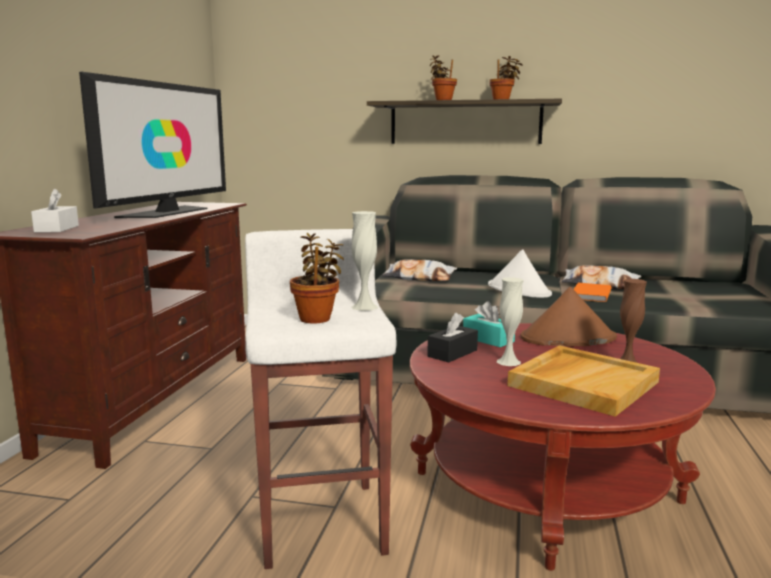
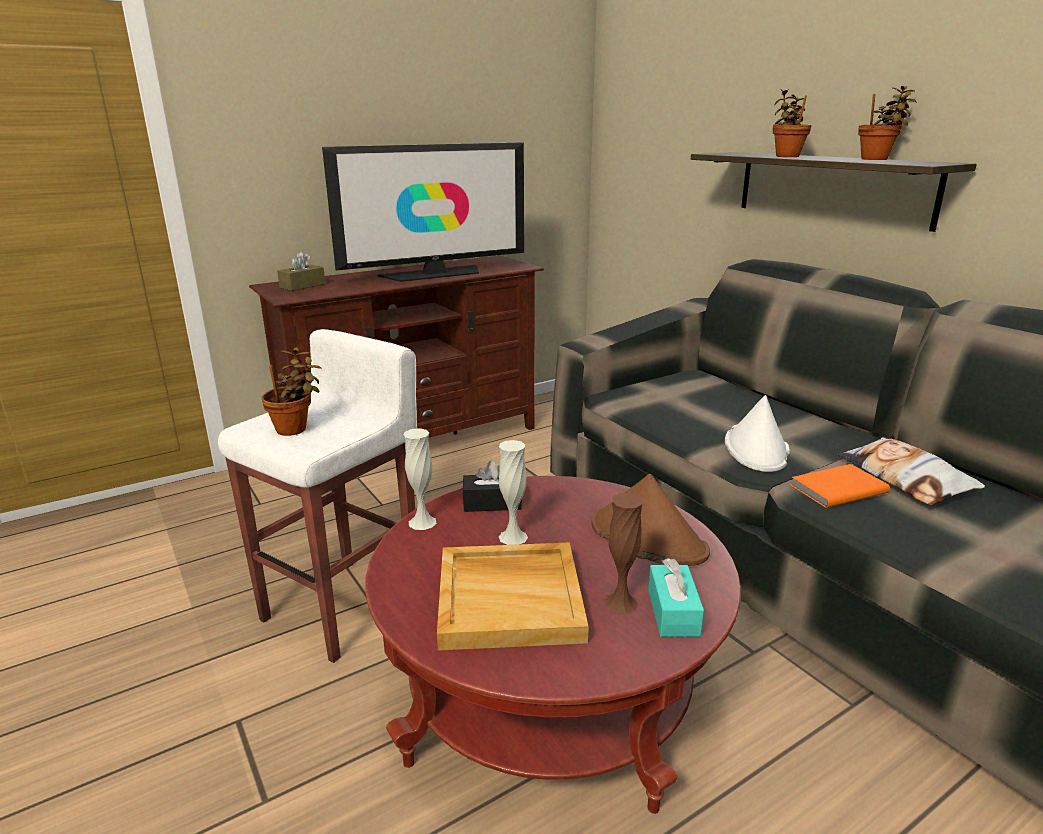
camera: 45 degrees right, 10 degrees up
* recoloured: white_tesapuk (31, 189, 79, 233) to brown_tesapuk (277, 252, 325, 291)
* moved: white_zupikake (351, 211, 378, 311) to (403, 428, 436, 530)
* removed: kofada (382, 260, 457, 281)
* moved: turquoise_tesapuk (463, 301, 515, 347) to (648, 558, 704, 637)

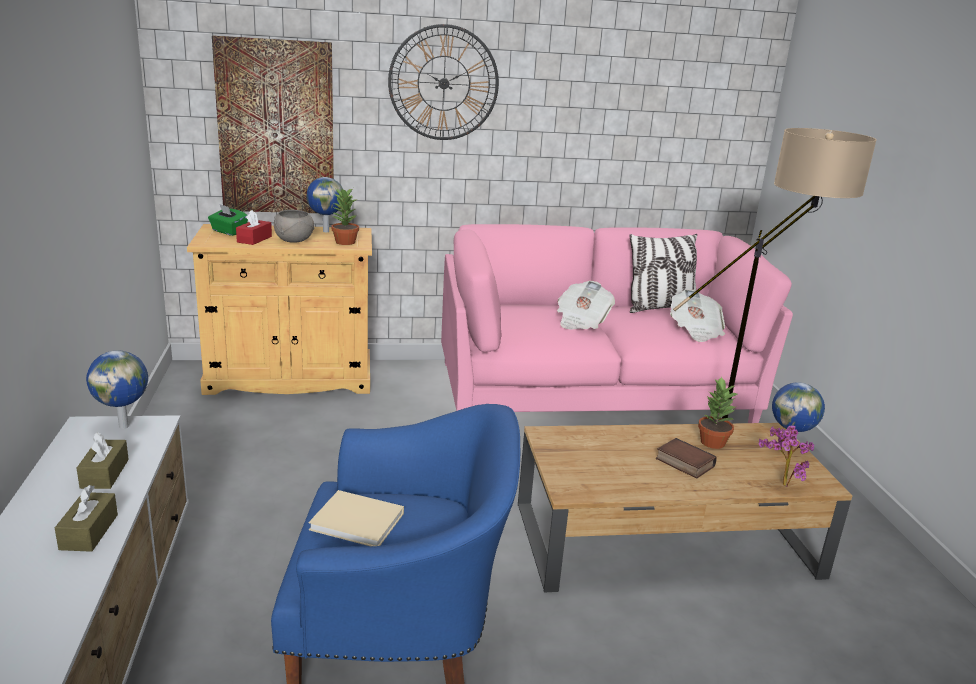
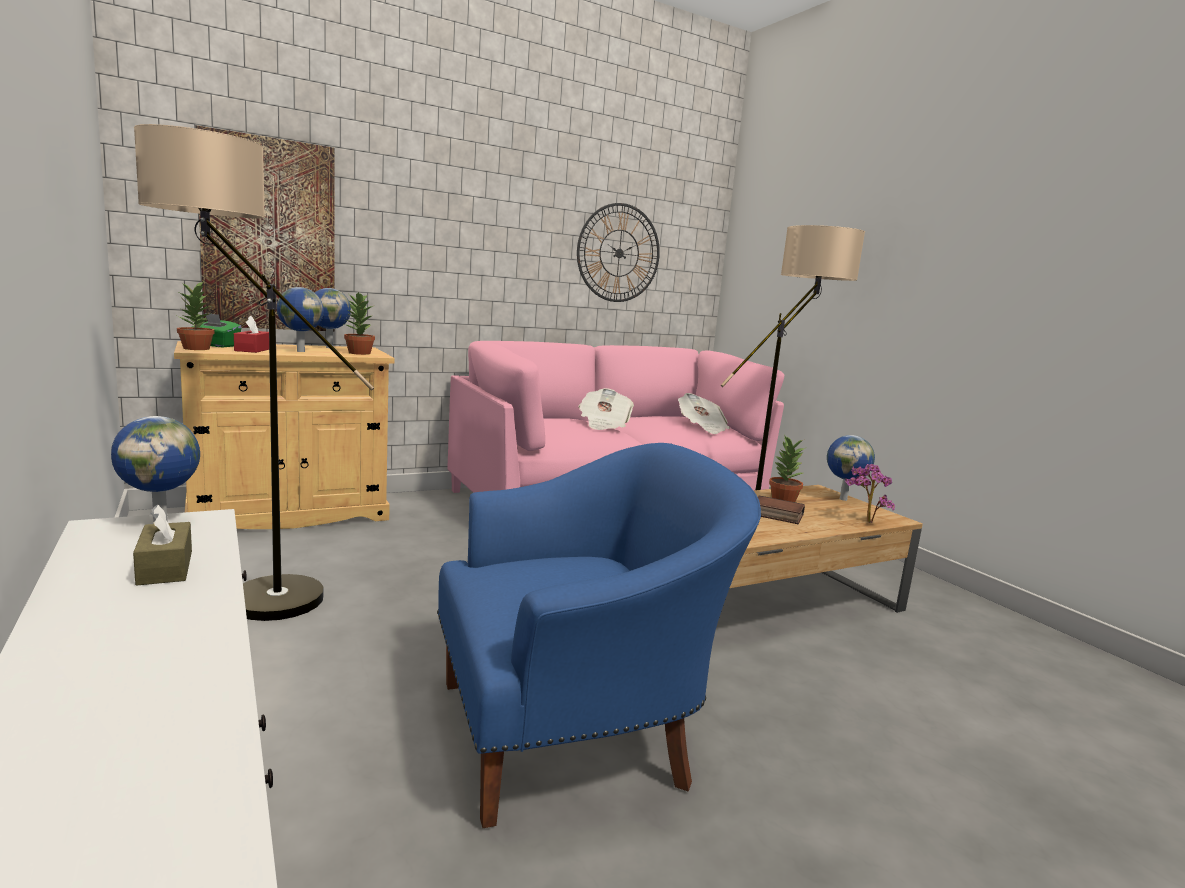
camera: 20 degrees left, 10 degrees down
* moved: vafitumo (388, 24, 499, 140) to (577, 203, 660, 302)
* replaced: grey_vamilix (274, 210, 314, 243) to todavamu (277, 287, 324, 352)
* removed: kofada (629, 234, 697, 313)
* removed: brown_tesapuk (55, 485, 118, 552)
* removed: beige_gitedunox (309, 490, 404, 546)
* added: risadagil (134, 124, 374, 621)
* added: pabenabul (177, 281, 214, 350)

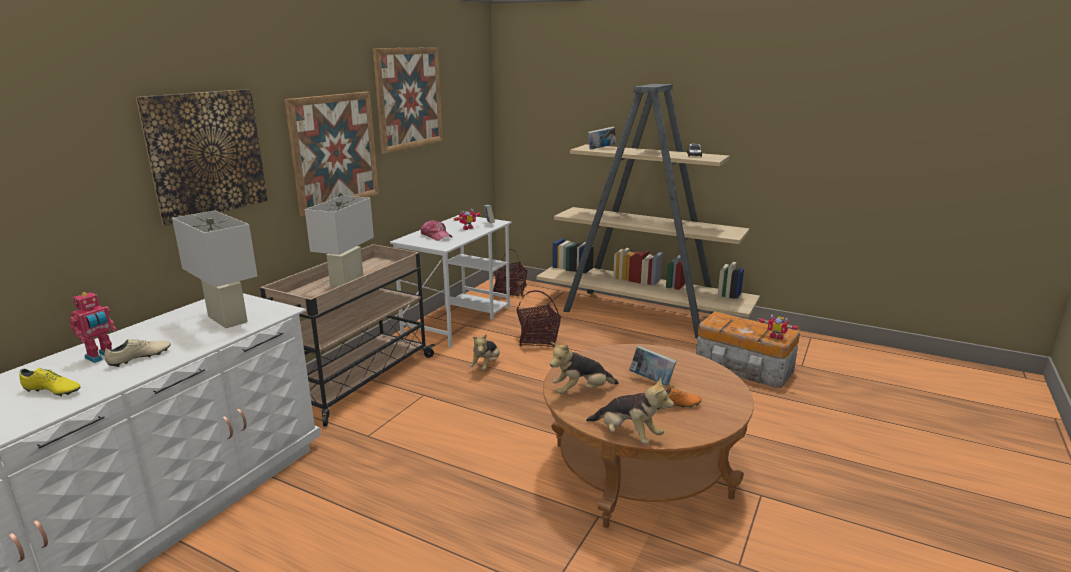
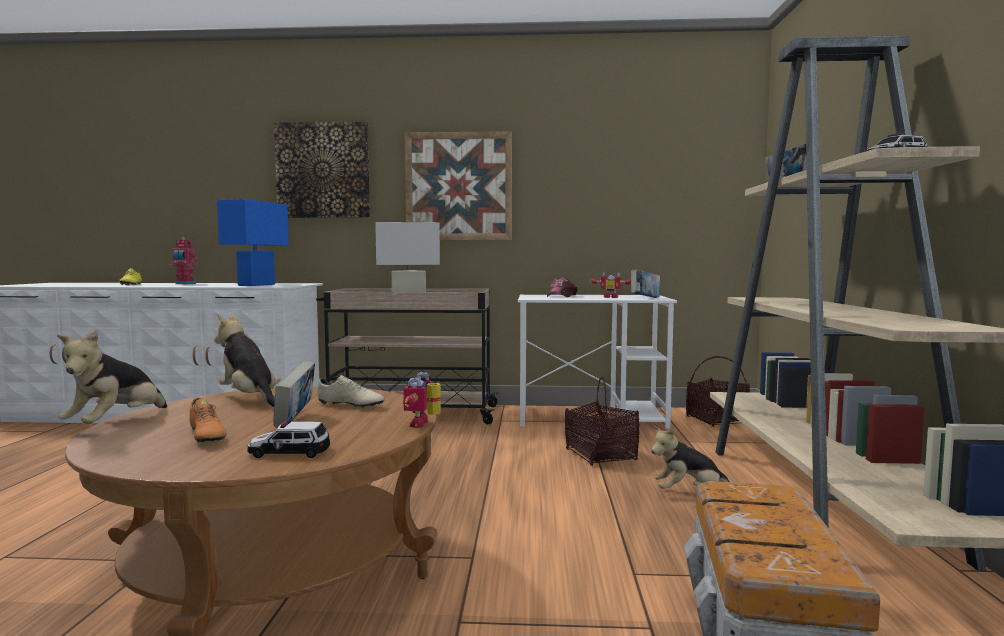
camera: 65 degrees right, 15 degrees down
* removed: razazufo (372, 47, 443, 154)
* recoloured: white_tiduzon (172, 210, 257, 328) to blue_tiduzon (217, 199, 289, 286)
* moved: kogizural (757, 314, 801, 340) to (403, 372, 441, 428)
* moved: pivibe (469, 334, 500, 371) to (651, 426, 730, 489)
* moved: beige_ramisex (104, 339, 171, 367) to (317, 375, 384, 409)
* added: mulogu (247, 419, 330, 458)

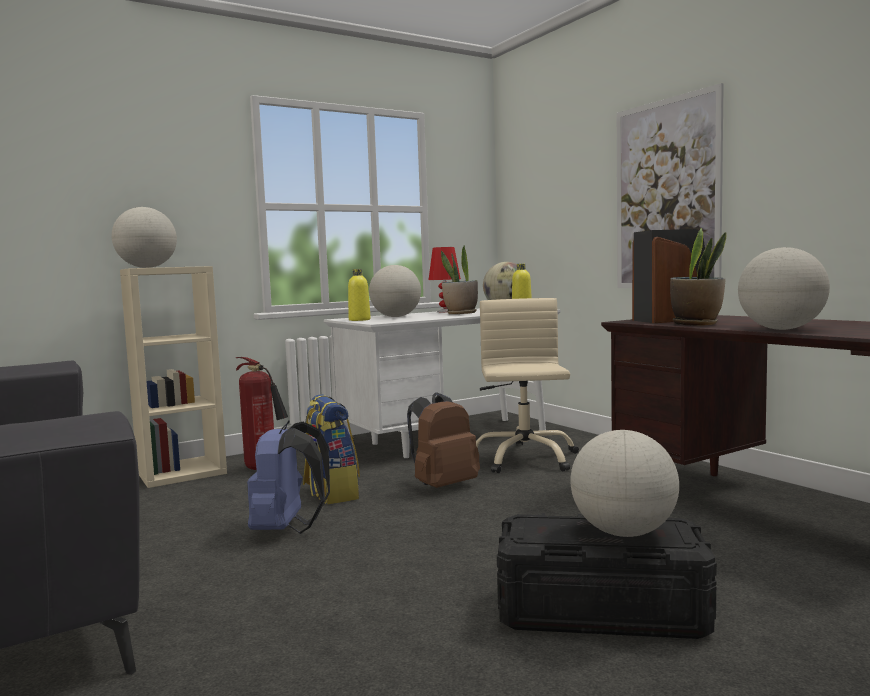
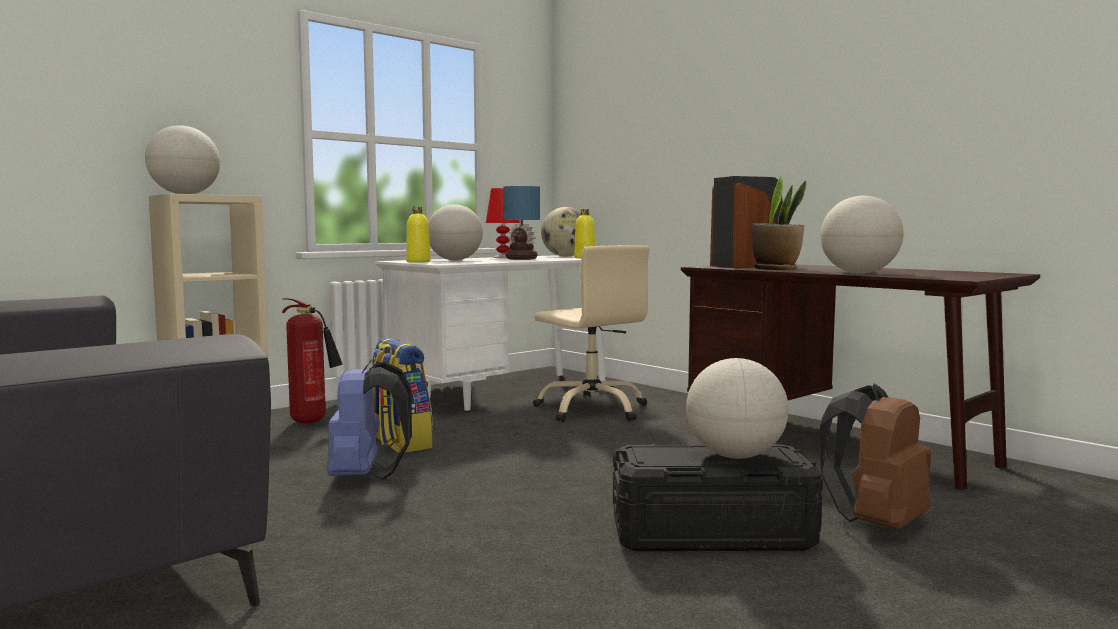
camera: 10 degrees left, 0 degrees up
* removed: razazufo (617, 83, 724, 288)
* replaced: pabenabul (441, 245, 478, 314) to tiduzon (503, 186, 540, 260)
* turned: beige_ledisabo (476, 298, 579, 473) = (533, 245, 650, 422) 150 degrees clockwise
* moved: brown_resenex (407, 392, 480, 488) to (820, 384, 931, 530)

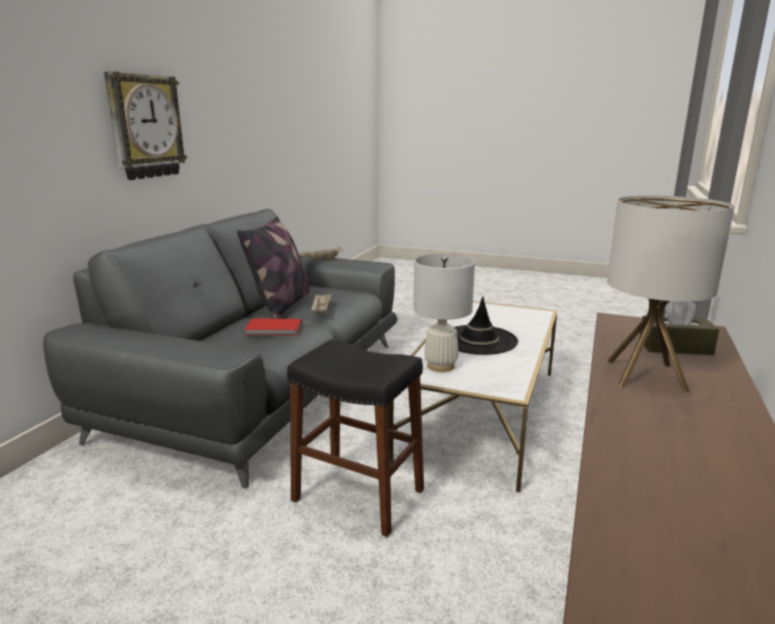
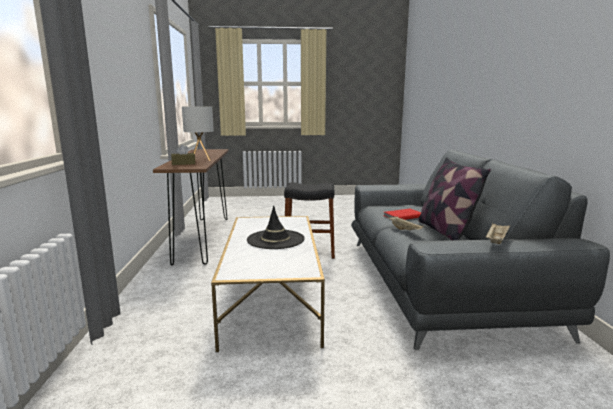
camera: 155 degrees right, 5 degrees down
* removed: vafitumo (104, 71, 187, 180)
* removed: white_tiduzon (413, 254, 475, 372)

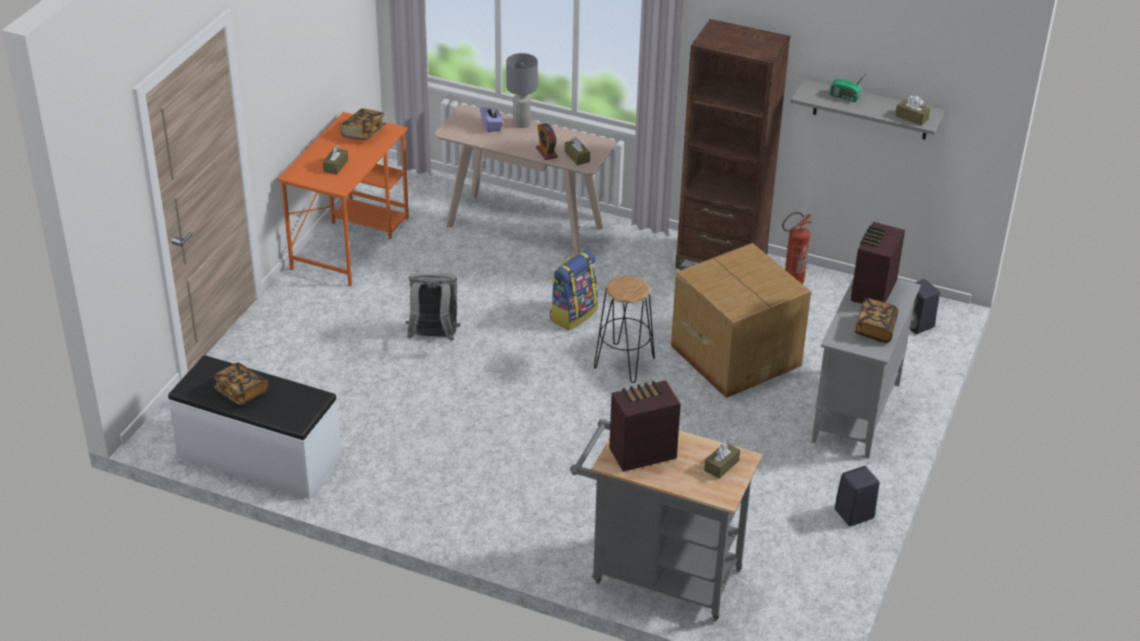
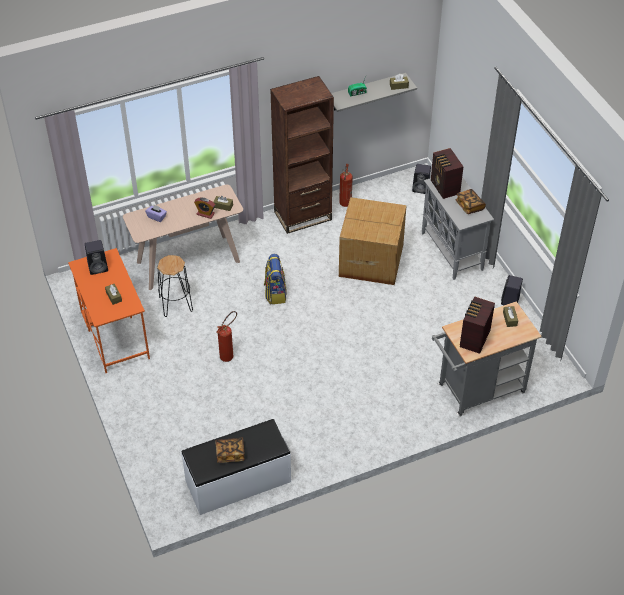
camera: 45 degrees left, 10 degrees up
* removed: grey_tiduzon (506, 53, 538, 128)
* replaced: gitedunox (340, 108, 386, 141) to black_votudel (85, 240, 108, 275)
* replaced: grey_resenex (405, 274, 460, 341) to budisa (216, 311, 237, 362)
* moved: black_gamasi (594, 276, 655, 383) to (157, 255, 193, 317)

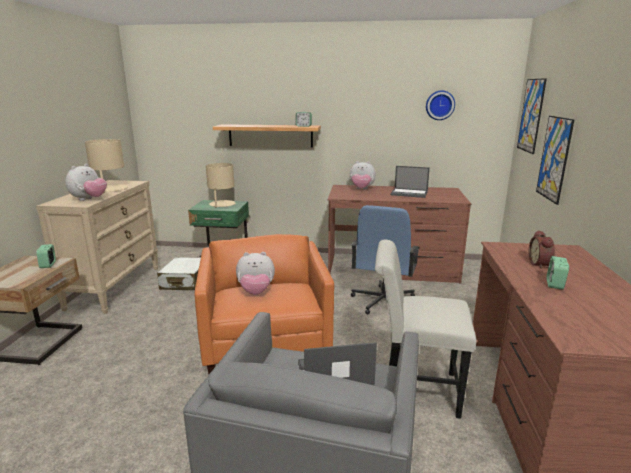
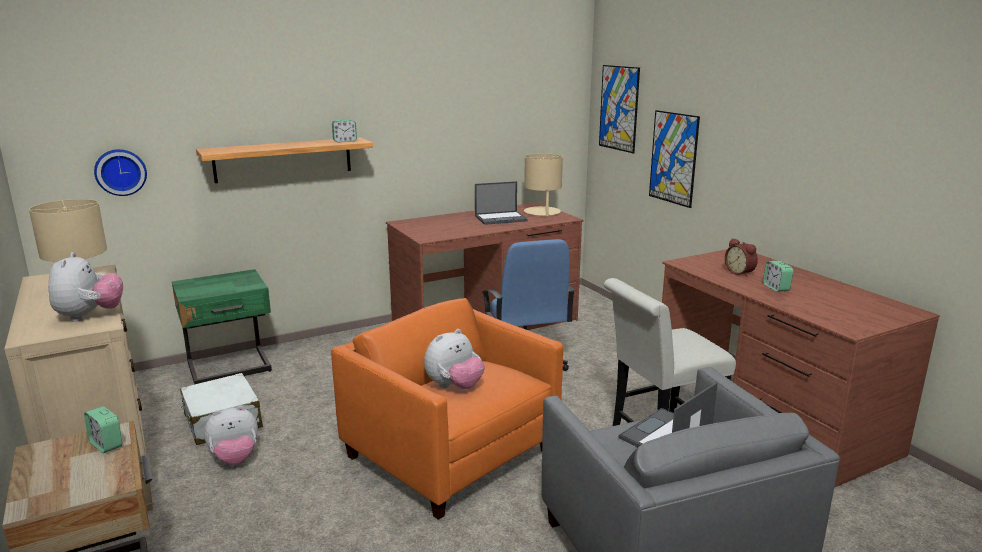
camera: 35 degrees left, 0 degrees up
* moved: vafitumo (426, 91, 455, 120) to (94, 149, 147, 196)
* moved: pivibe (350, 161, 376, 189) to (204, 406, 258, 465)
* moved: beige_tiduzon (206, 163, 236, 208) to (524, 153, 563, 217)

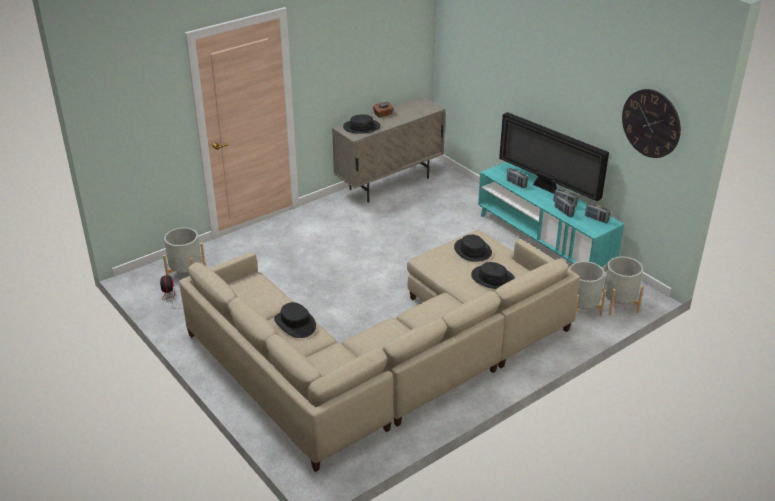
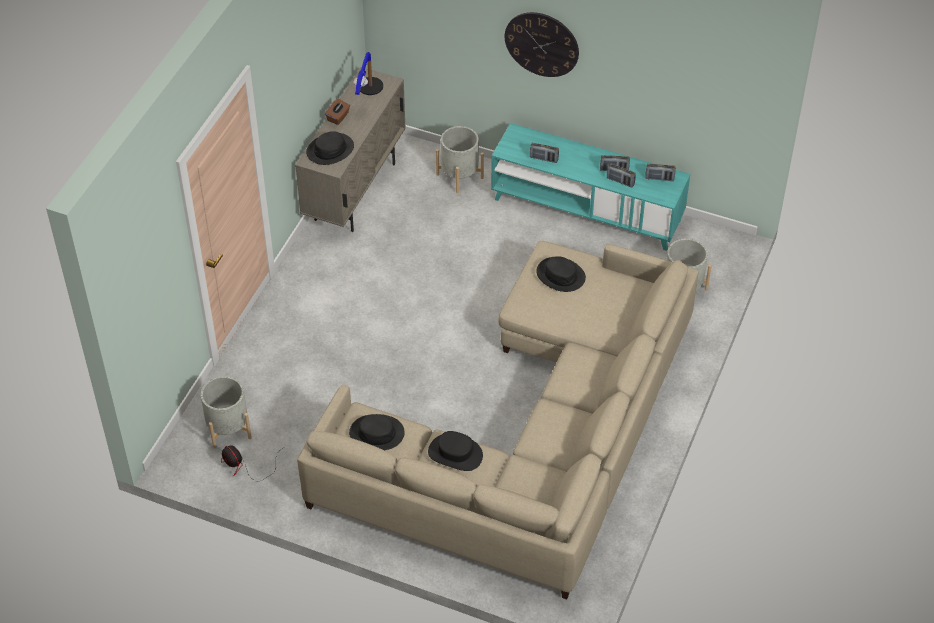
camera: 30 degrees left, 15 degrees up
* moved: vafitumo (622, 89, 681, 158) to (505, 12, 579, 77)
* removed: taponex (499, 112, 609, 201)
* moved: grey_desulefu (601, 257, 644, 316) to (436, 126, 484, 193)
* moved: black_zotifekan (471, 262, 515, 289) to (349, 414, 405, 450)
* added: tiduzon (353, 52, 383, 95)

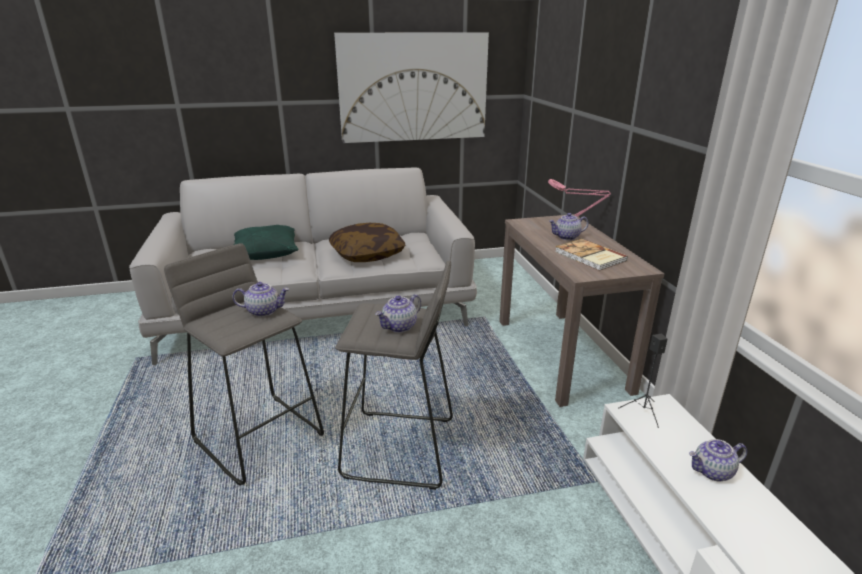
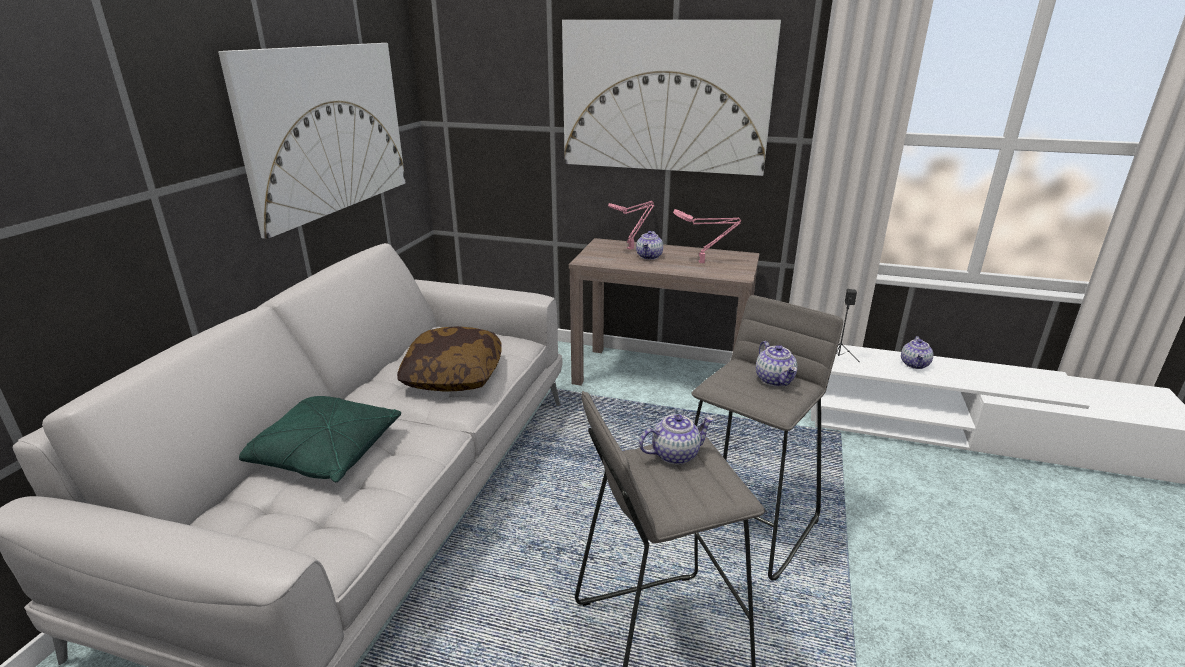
camera: 60 degrees left, 0 degrees up
* replaced: gitedunox (555, 239, 628, 271) to pink_tiduzon (673, 209, 741, 263)
* turned: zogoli (232, 282, 289, 317) = (639, 414, 714, 465) 45 degrees clockwise
* added: razazufo (562, 20, 781, 176)

